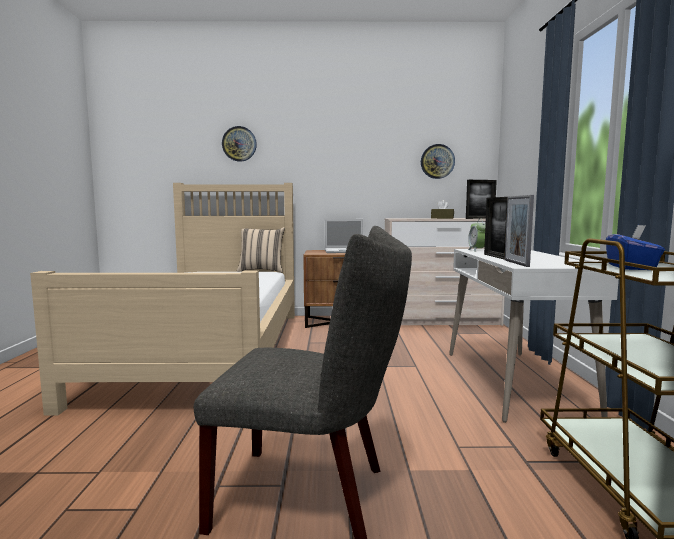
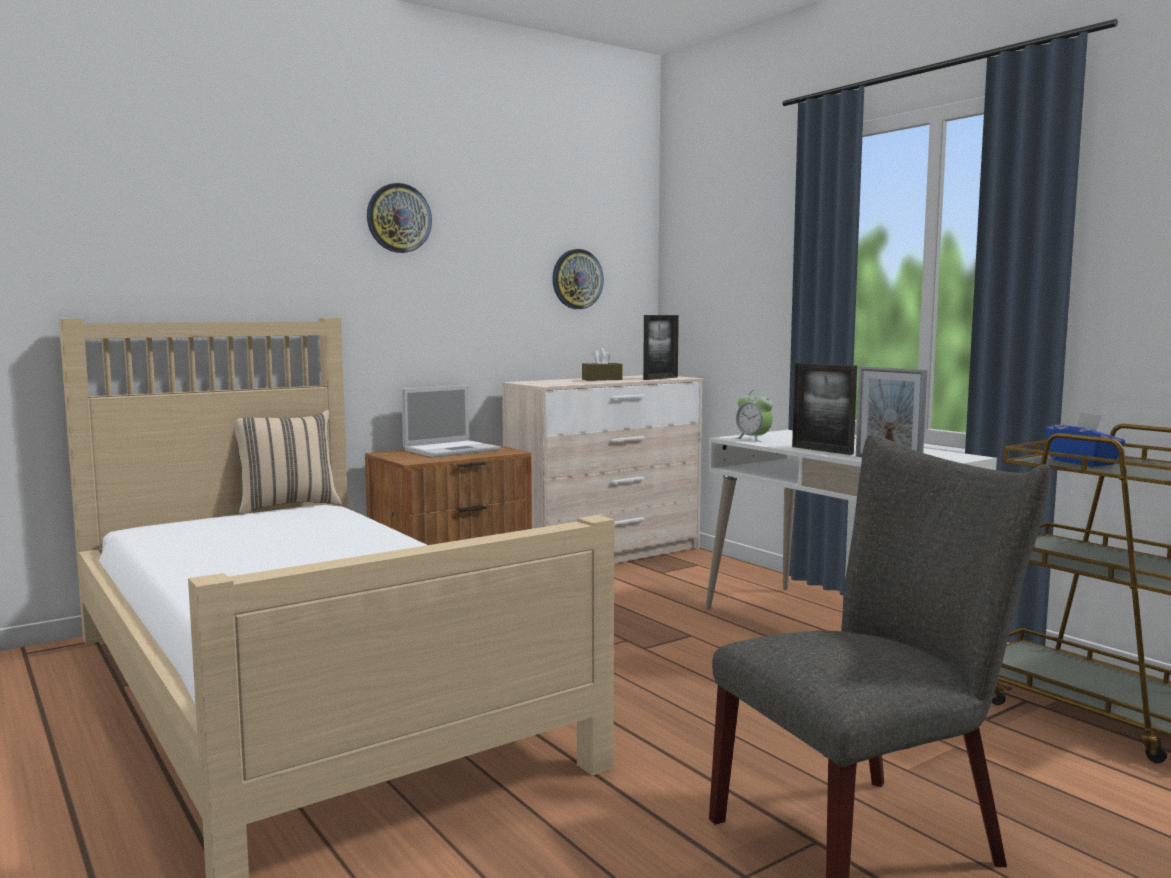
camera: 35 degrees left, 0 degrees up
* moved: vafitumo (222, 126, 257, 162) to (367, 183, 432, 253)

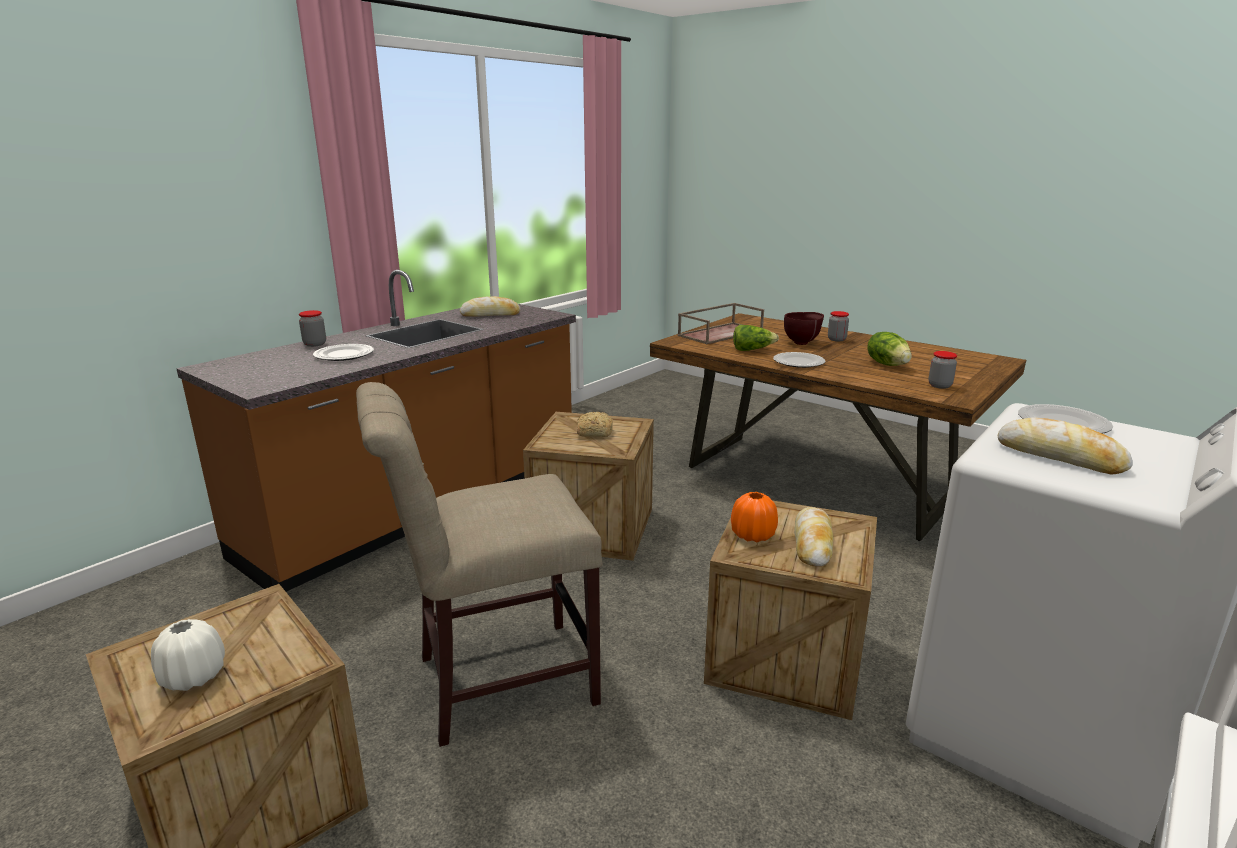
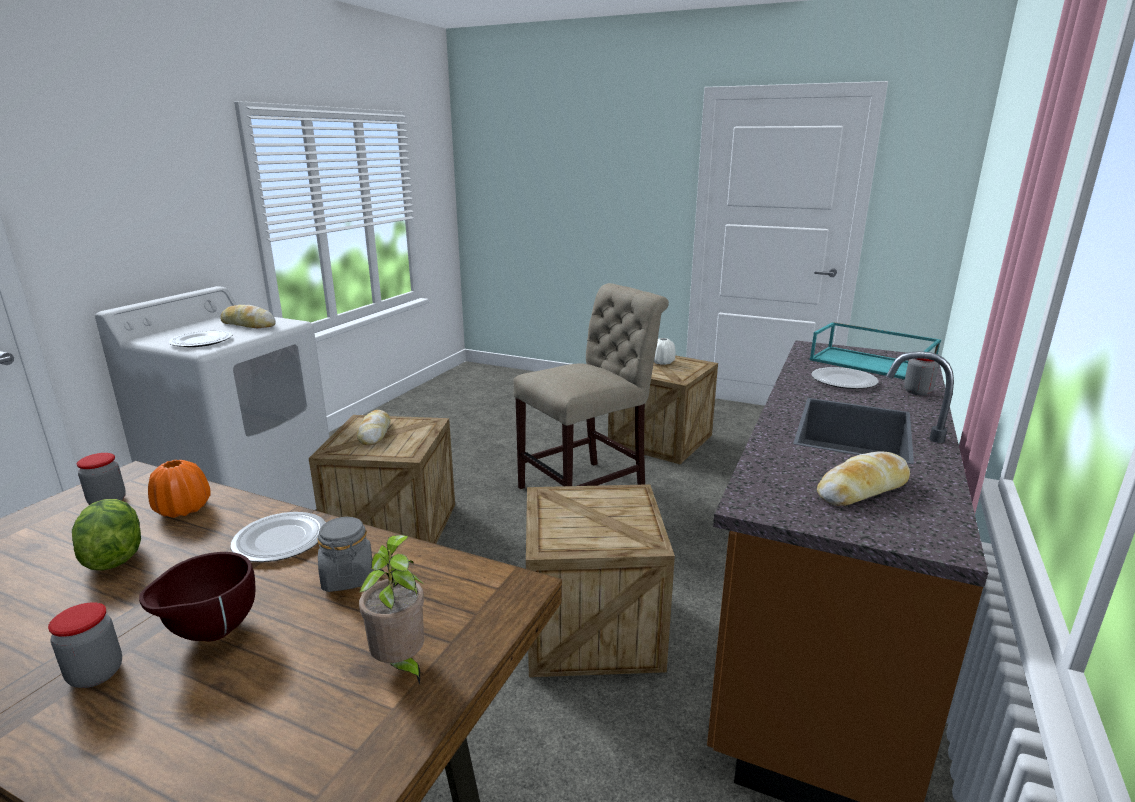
camera: 165 degrees right, 0 degrees up
* replaced: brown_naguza (678, 303, 764, 344) to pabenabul (359, 535, 425, 685)
* replaced: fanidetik (733, 325, 779, 351) to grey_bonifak (318, 517, 373, 592)
* removed: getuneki (577, 412, 613, 437)
* moved: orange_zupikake (731, 492, 778, 542) to (148, 460, 211, 518)
* added: turquoise_naguza (810, 322, 941, 379)

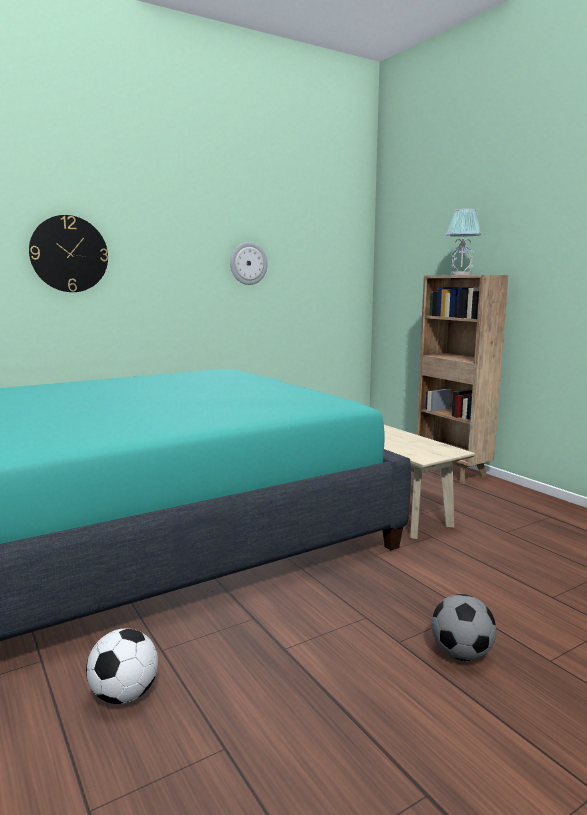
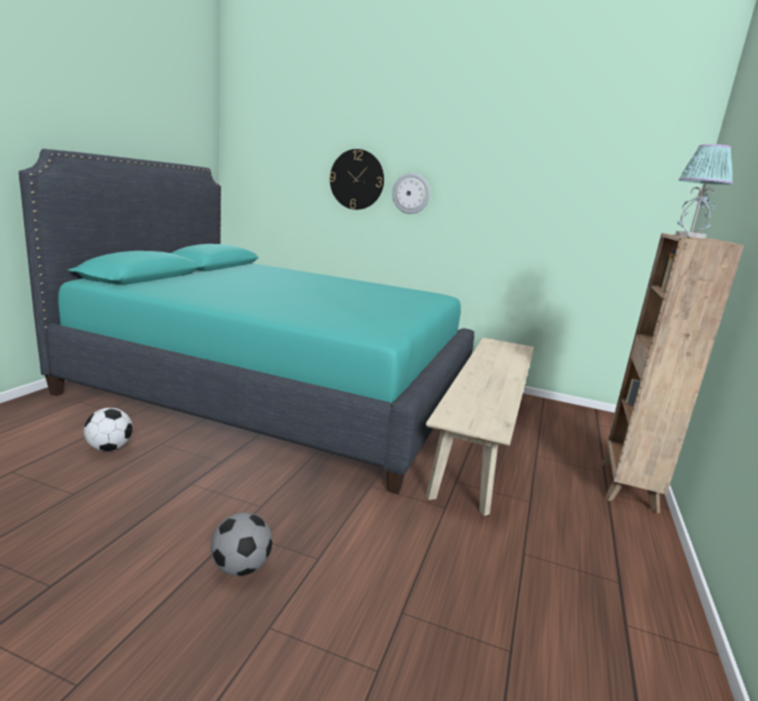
camera: 50 degrees right, 5 degrees up
* moved: vafitumo (230, 242, 267, 285) to (392, 173, 430, 214)

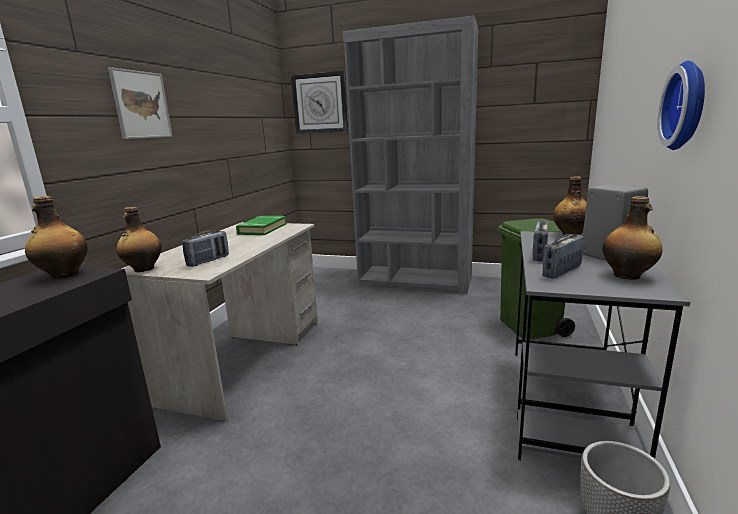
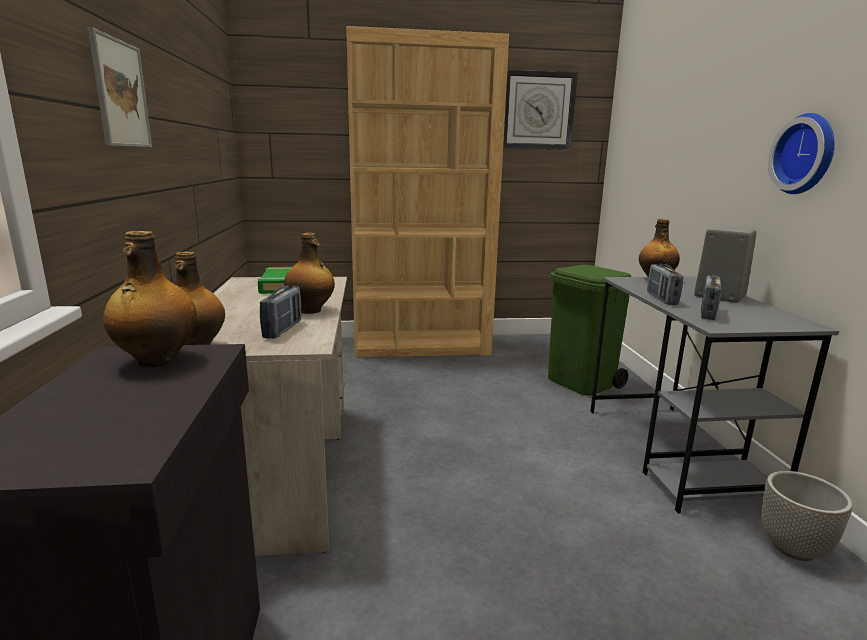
camera: 25 degrees left, 0 degrees up
* recoloured: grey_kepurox (343, 15, 478, 294) to brown_kepurox (346, 26, 509, 357)
* moved: vafitumo (291, 71, 348, 134) to (503, 70, 578, 150)
* moved: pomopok (602, 196, 662, 280) to (284, 233, 335, 314)

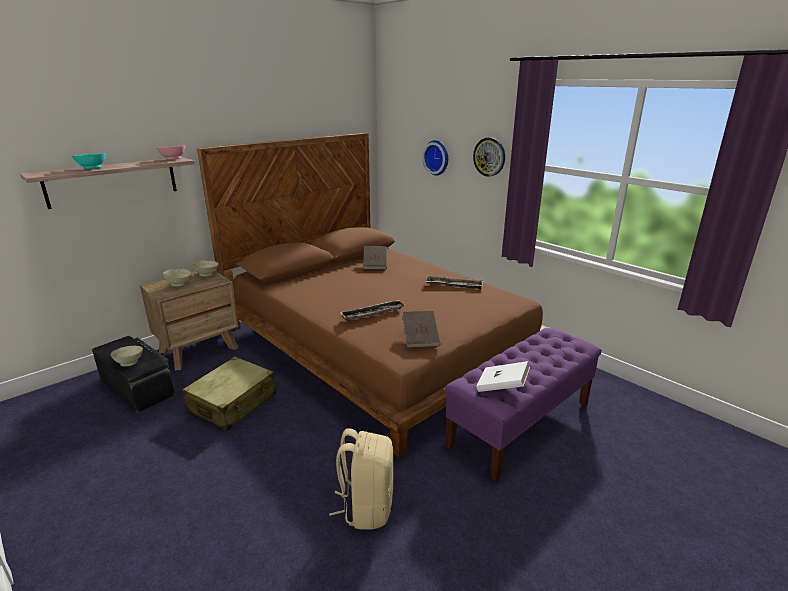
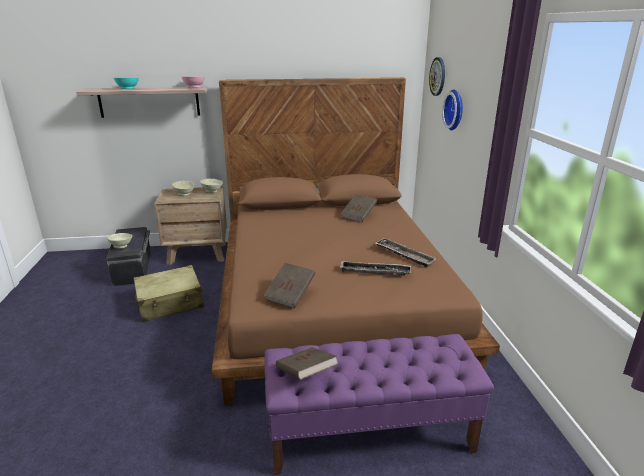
camera: 35 degrees right, 0 degrees up
* moved: vafitumo (473, 137, 505, 177) to (429, 57, 445, 96)
* moved: naguza (340, 300, 405, 321) to (340, 261, 411, 275)
* recoloured: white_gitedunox (476, 361, 530, 392) to brown_gitedunox (276, 347, 338, 380)
* removed: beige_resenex (329, 429, 393, 530)

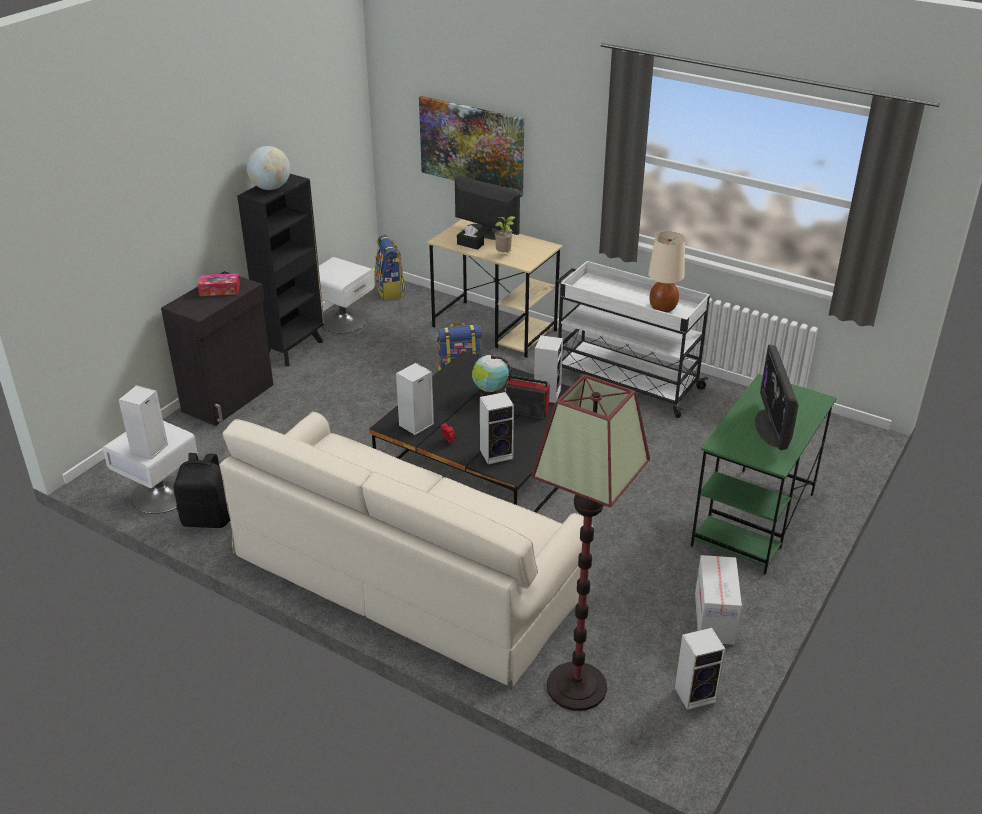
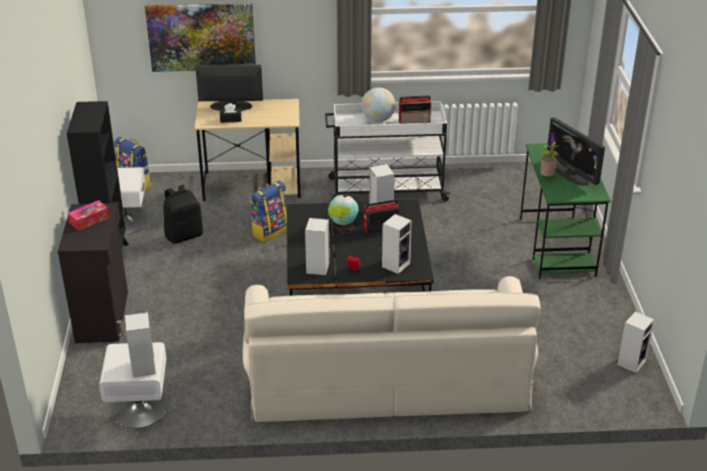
camera: 35 degrees left, 0 degrees up
* moved: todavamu (246, 146, 290, 190) to (361, 87, 396, 122)
* moved: pabenabul (495, 216, 516, 253) to (540, 142, 560, 177)
* replaced: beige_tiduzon (648, 232, 685, 312) to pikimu (399, 95, 432, 124)
* removed: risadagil (531, 374, 650, 711)
* moved: black_resenex (174, 453, 230, 528) to (163, 185, 203, 244)
* removed: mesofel (695, 555, 742, 645)

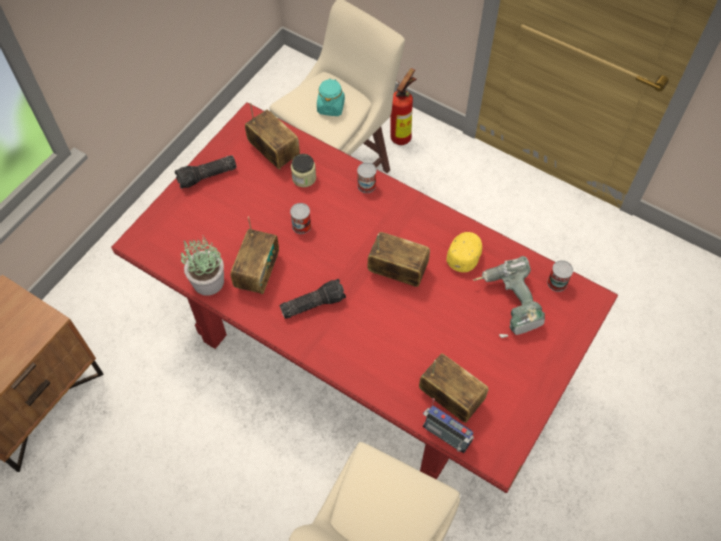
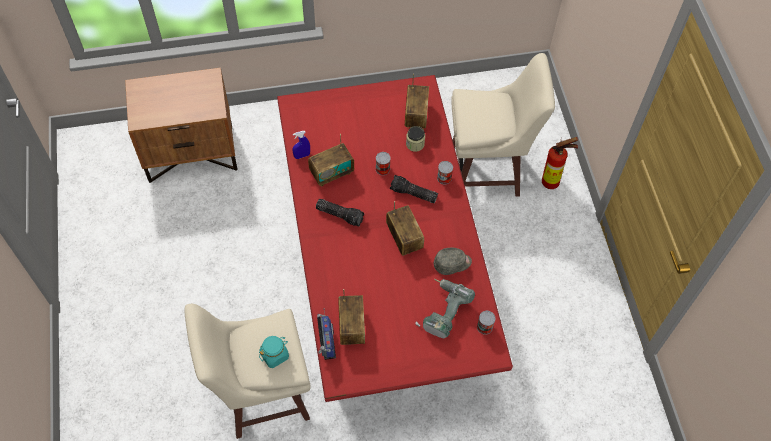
camera: 45 degrees right, 0 degrees up
* moved: turquoise_bonifak (317, 78, 345, 116) to (259, 336, 289, 368)
* moved: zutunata (175, 155, 237, 189) to (390, 175, 438, 203)
* recoloured: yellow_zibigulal (446, 232, 482, 272) to grey_zibigulal (434, 248, 472, 275)
* replaced: pabenabul (181, 235, 224, 296) to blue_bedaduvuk (292, 131, 310, 159)

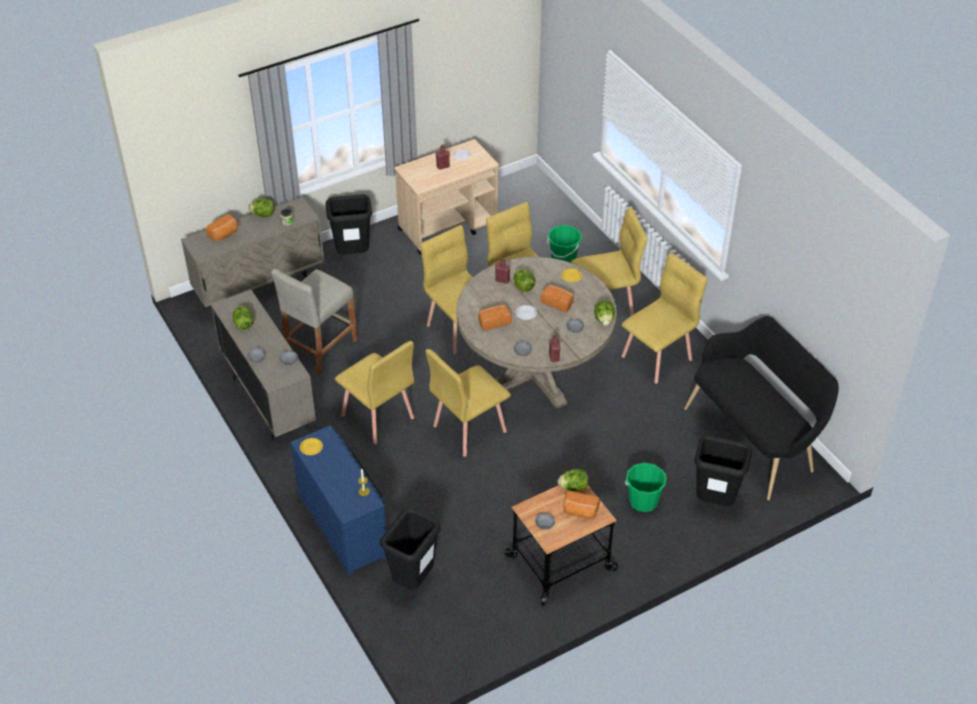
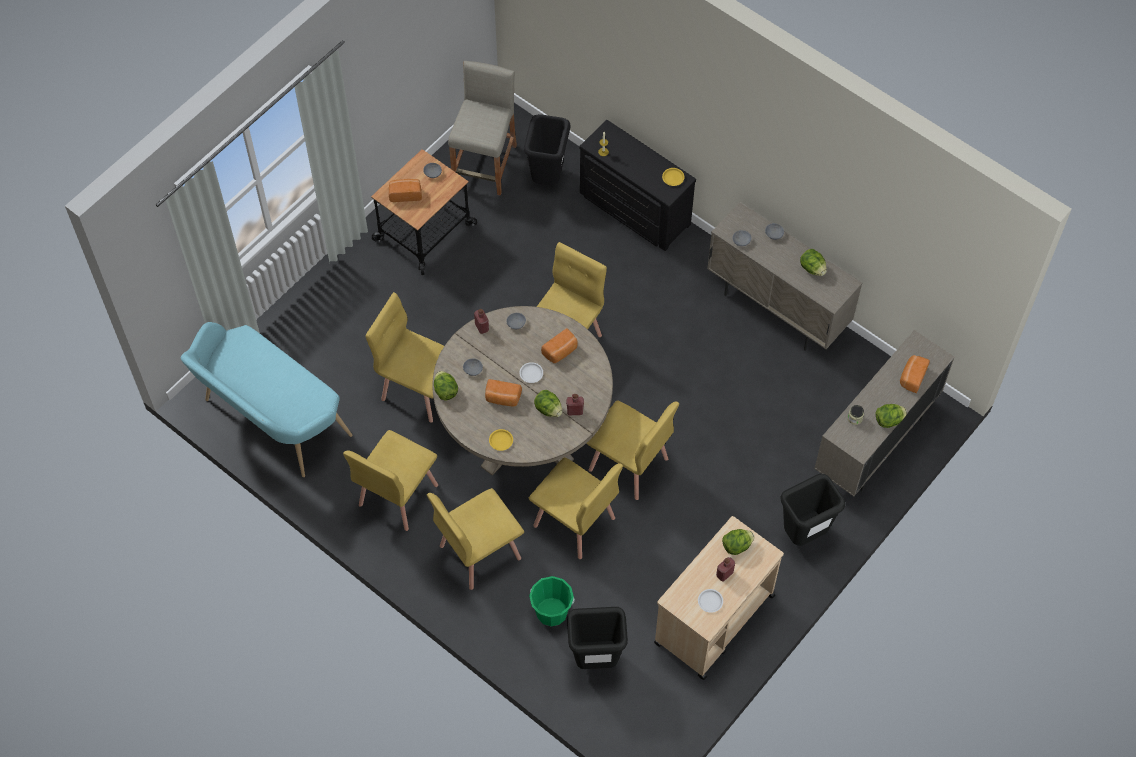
camera: 160 degrees right, 15 degrees up
* moved: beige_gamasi (271, 268, 358, 375) to (448, 61, 517, 196)
* recoloured: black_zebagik (684, 316, 839, 500) to turquoise_zebagik (181, 322, 353, 477)
* moved: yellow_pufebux (335, 341, 414, 444) to (366, 292, 444, 423)
* recoloured: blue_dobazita (290, 425, 386, 575) to black_dobazita (579, 120, 696, 251)
* moved: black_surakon (695, 435, 752, 506) to (567, 607, 628, 669)
* removed: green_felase (625, 463, 667, 512)
* moved: fanidetik (558, 469, 588, 491) to (722, 529, 755, 555)

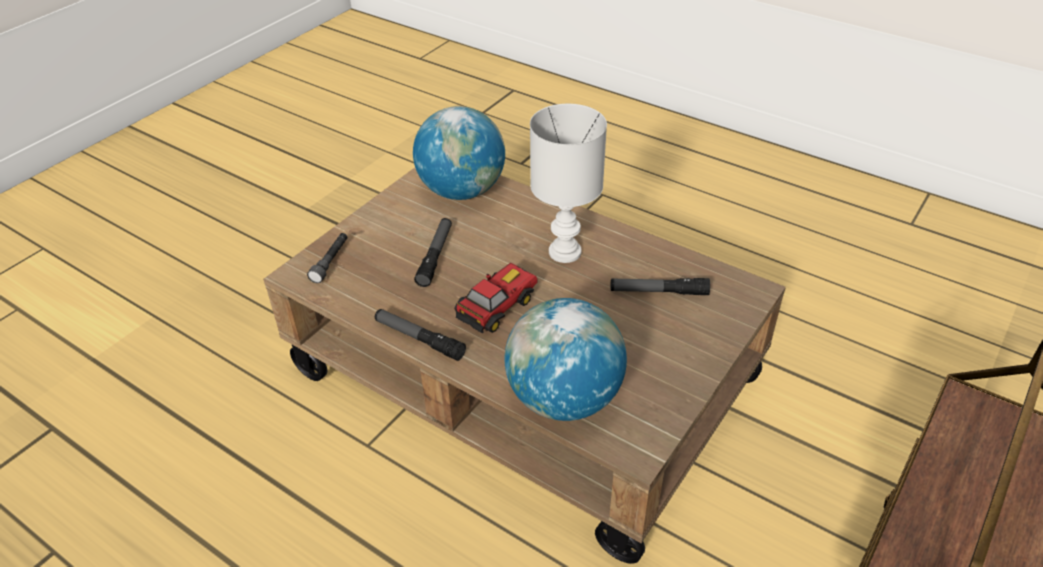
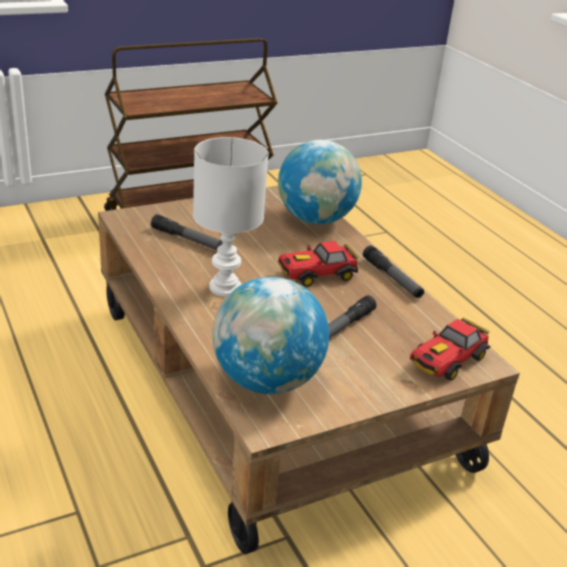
camera: 155 degrees left, 10 degrees down
* replaced: grey_zutunata (307, 233, 348, 283) to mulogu (410, 317, 491, 381)

